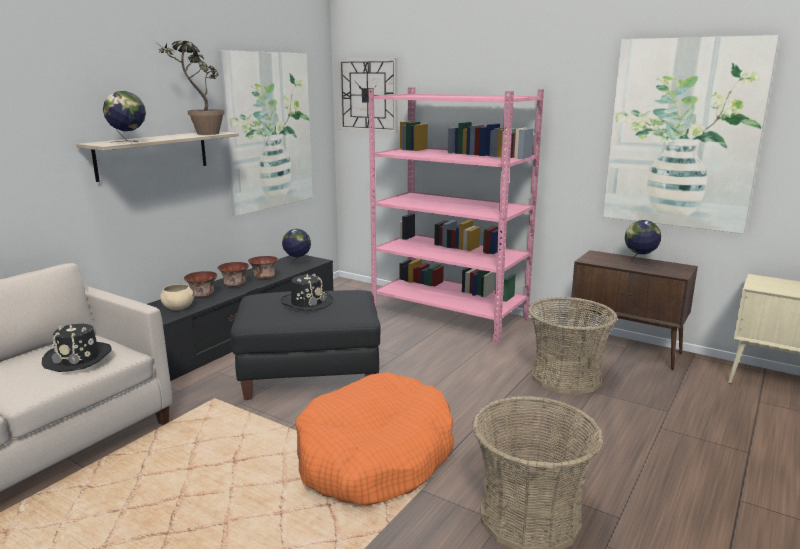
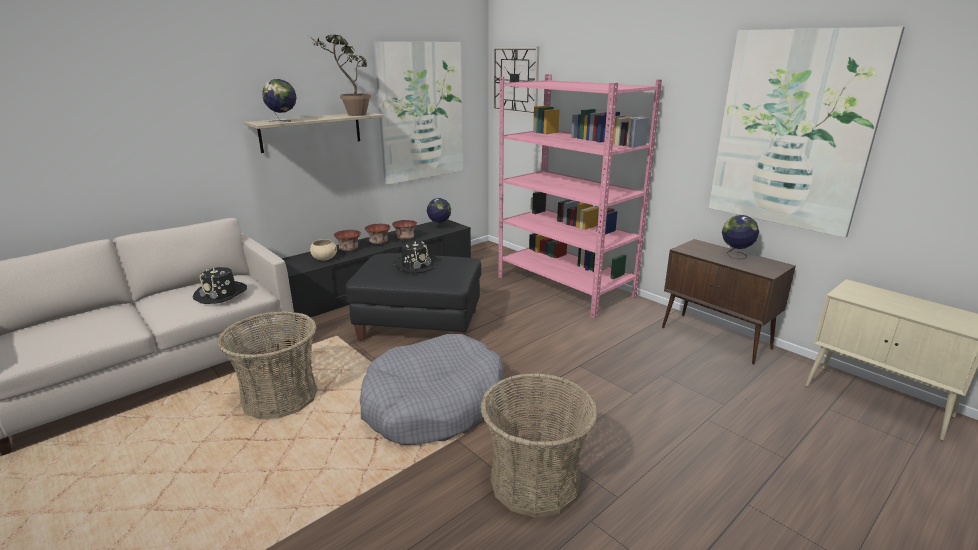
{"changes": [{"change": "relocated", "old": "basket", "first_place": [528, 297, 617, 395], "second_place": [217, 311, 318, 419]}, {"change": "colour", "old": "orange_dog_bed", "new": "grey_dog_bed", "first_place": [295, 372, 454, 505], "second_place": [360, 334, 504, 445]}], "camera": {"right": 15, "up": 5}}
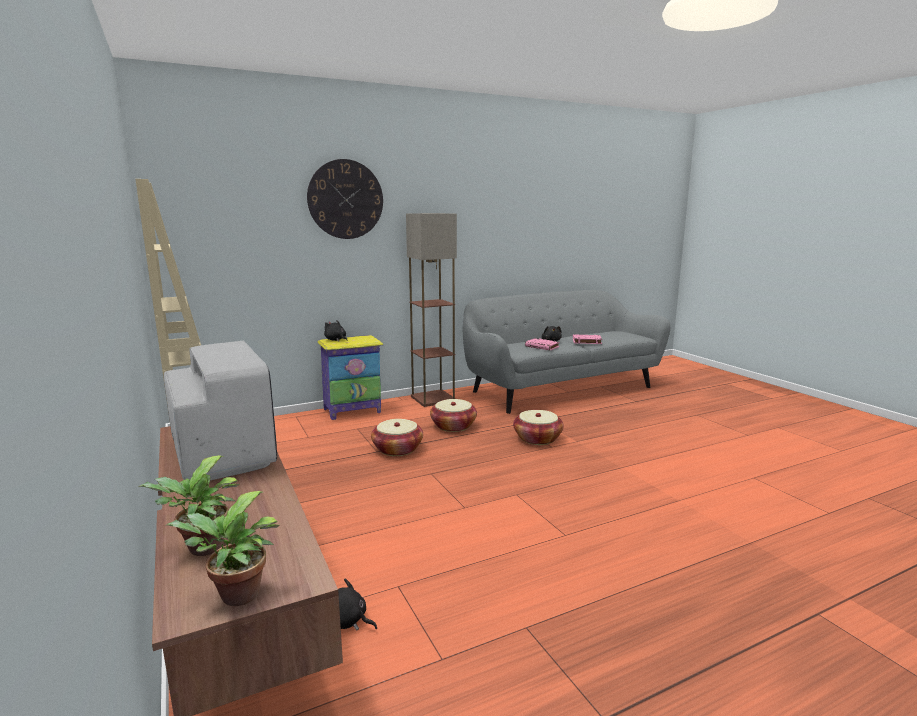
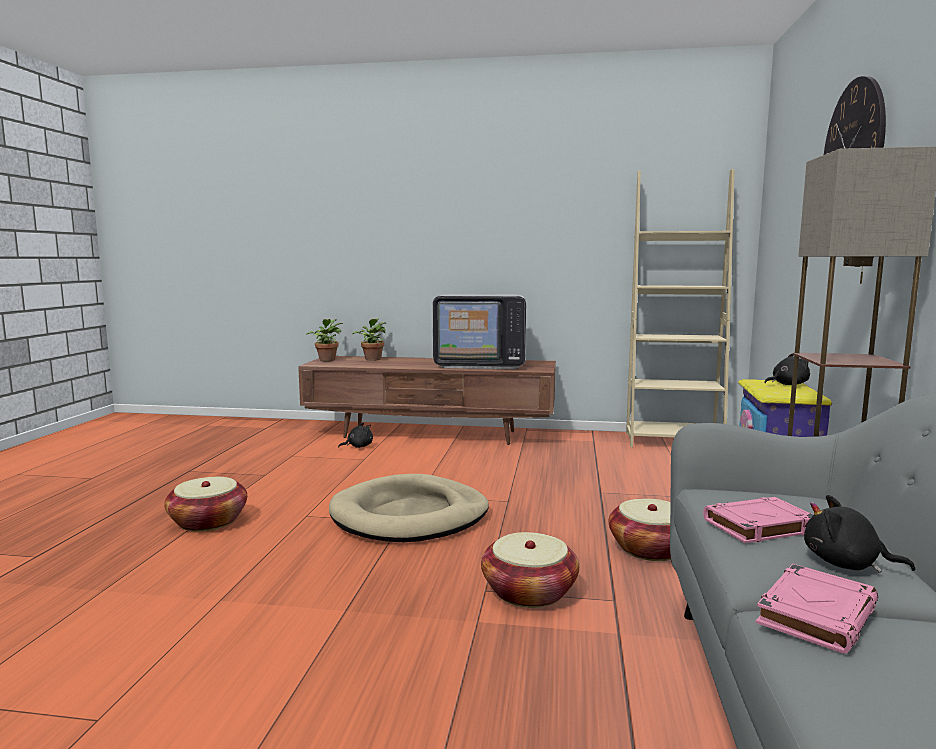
{"changes": [{"change": "relocated", "old": "basket", "first_place": [371, 419, 423, 456], "second_place": [164, 477, 247, 532]}, {"change": "appeared", "new": "beige_dog_bed", "second_place": [329, 474, 489, 542]}], "camera": {"right": 125, "up": -5}}
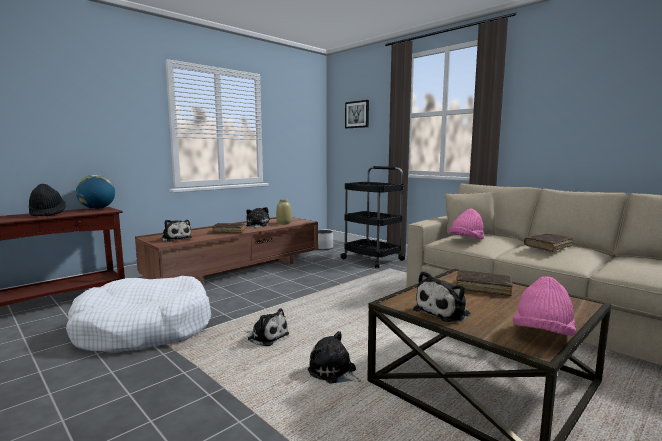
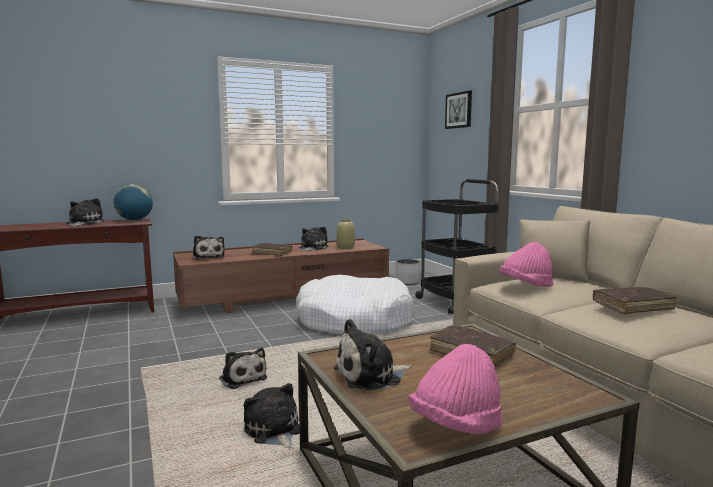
{"changes": [{"change": "exchanged", "old": "black_hat", "new": "plush_toy", "first_place": [29, 184, 65, 217], "second_place": [66, 198, 104, 226]}, {"change": "relocated", "old": "white_dog_bed", "first_place": [66, 276, 211, 353], "second_place": [296, 275, 414, 334]}], "camera": {"right": 20, "up": 0}}
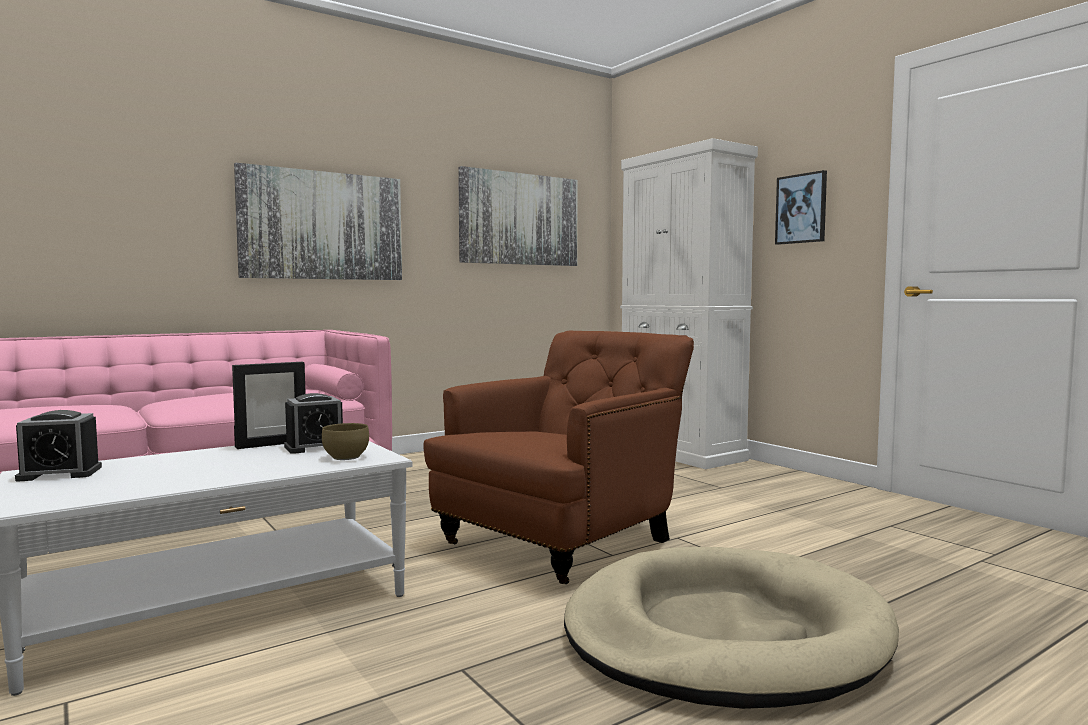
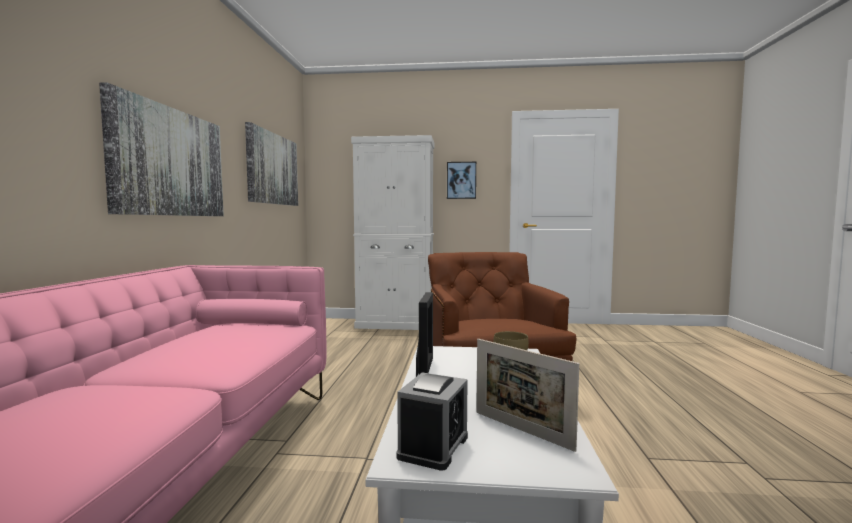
{"changes": [{"change": "appeared", "new": "picture_frame", "second_place": [476, 339, 579, 452]}, {"change": "missing", "old": "alarm_clock", "first_place": [284, 393, 343, 454]}, {"change": "missing", "old": "beige_dog_bed", "first_place": [564, 547, 899, 709]}], "camera": {"right": -50, "up": 0}}
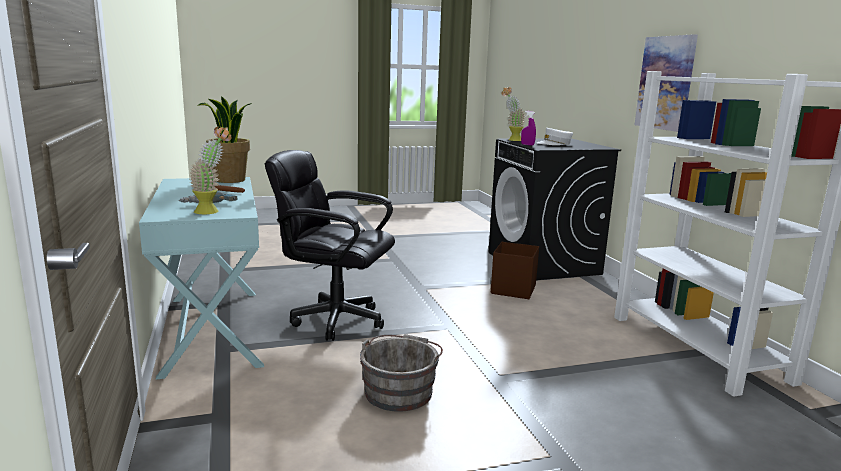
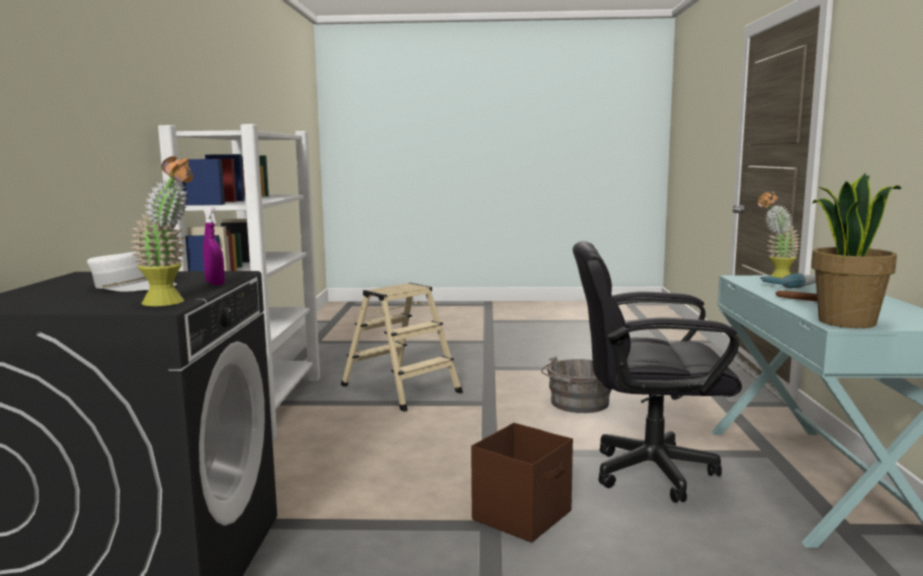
{"changes": [{"change": "appeared", "new": "beige_step_ladder", "second_place": [341, 283, 463, 412]}, {"change": "relocated", "old": "brown_storage_box", "first_place": [491, 242, 539, 299], "second_place": [471, 423, 573, 543]}, {"change": "spun", "old": "black_office_chair", "first_place": [265, 150, 395, 341], "second_place": [573, 241, 742, 503], "degrees": 150}, {"change": "missing", "old": "picture", "first_place": [635, 34, 698, 132]}], "camera": {"right": -160, "up": -5}}
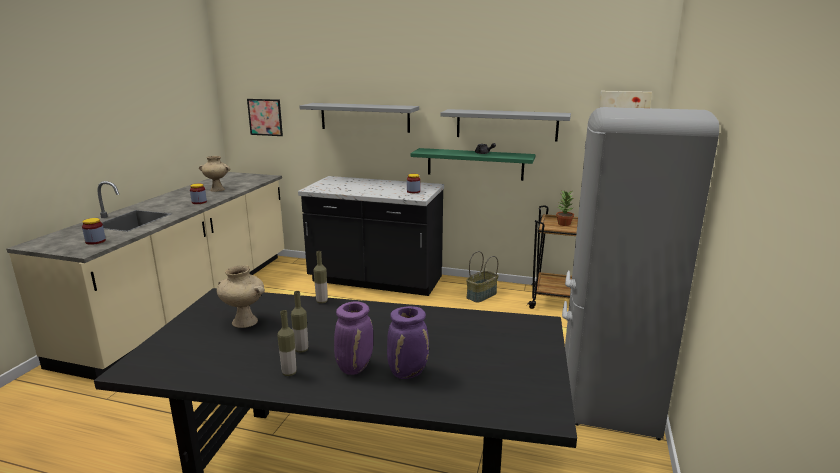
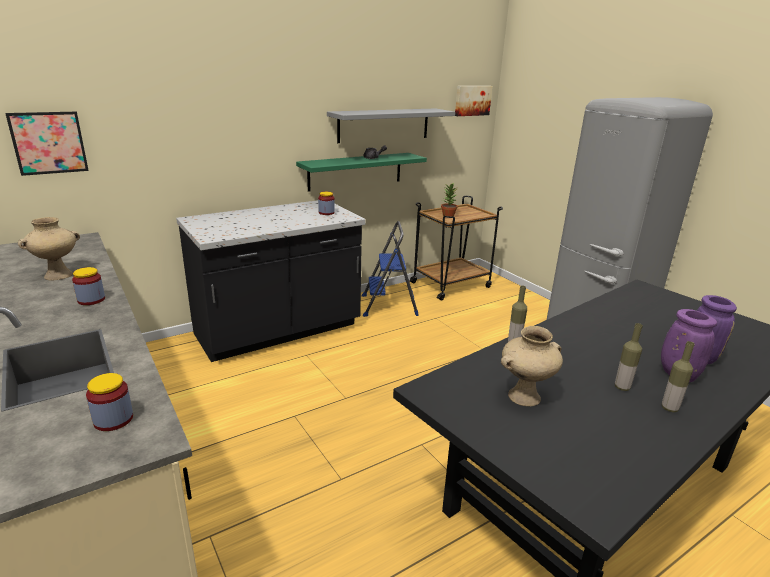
{"changes": [{"change": "exchanged", "old": "basket", "new": "blue_step_ladder", "first_place": [466, 251, 499, 303], "second_place": [361, 221, 418, 317]}, {"change": "missing", "old": "grey_shelf", "first_place": [299, 103, 419, 133]}], "camera": {"right": -50, "up": 5}}
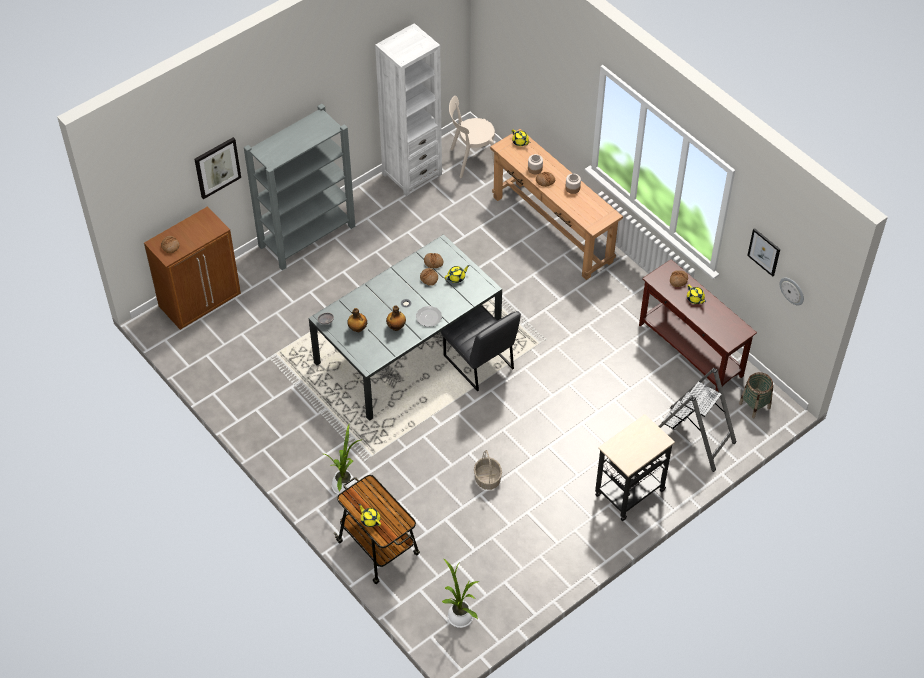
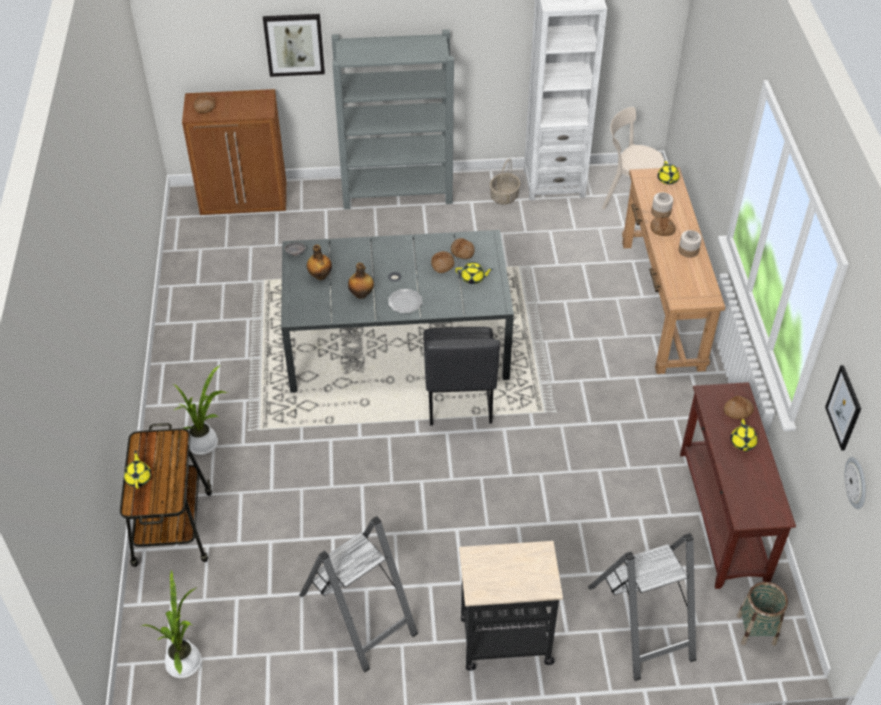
{"changes": [{"change": "appeared", "new": "grey_step_ladder", "second_place": [299, 516, 418, 672]}, {"change": "relocated", "old": "basket", "first_place": [474, 450, 502, 490], "second_place": [490, 159, 520, 205]}], "camera": {"right": 35, "up": -5}}
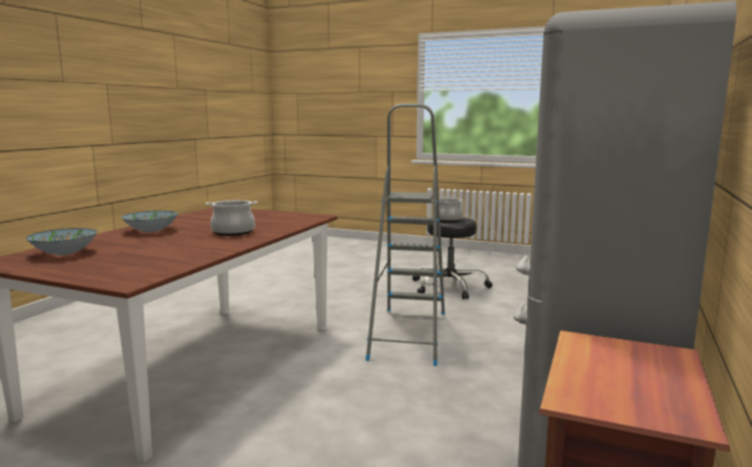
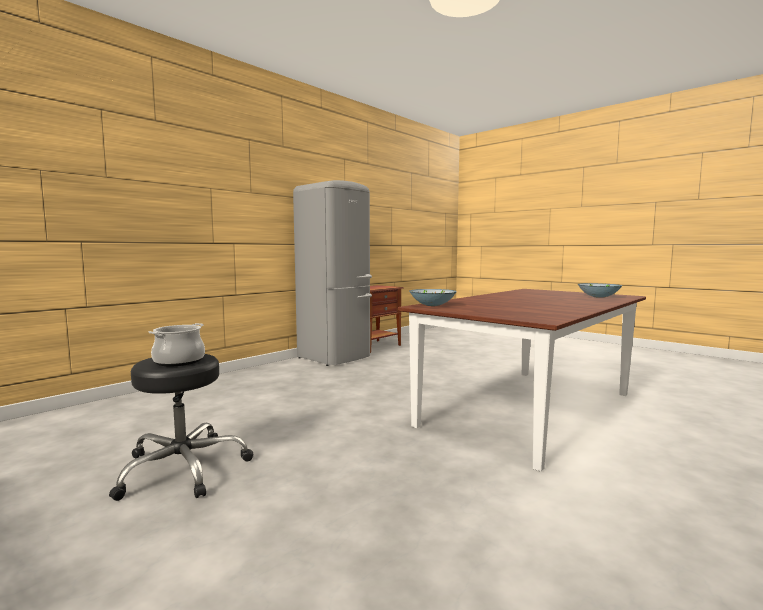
{"changes": [{"change": "relocated", "old": "bowl", "first_place": [121, 211, 178, 232], "second_place": [409, 289, 457, 306]}, {"change": "missing", "old": "cooking_pot", "first_place": [206, 200, 257, 236]}, {"change": "missing", "old": "grey_step_ladder", "first_place": [366, 104, 445, 366]}], "camera": {"right": -160, "up": -5}}
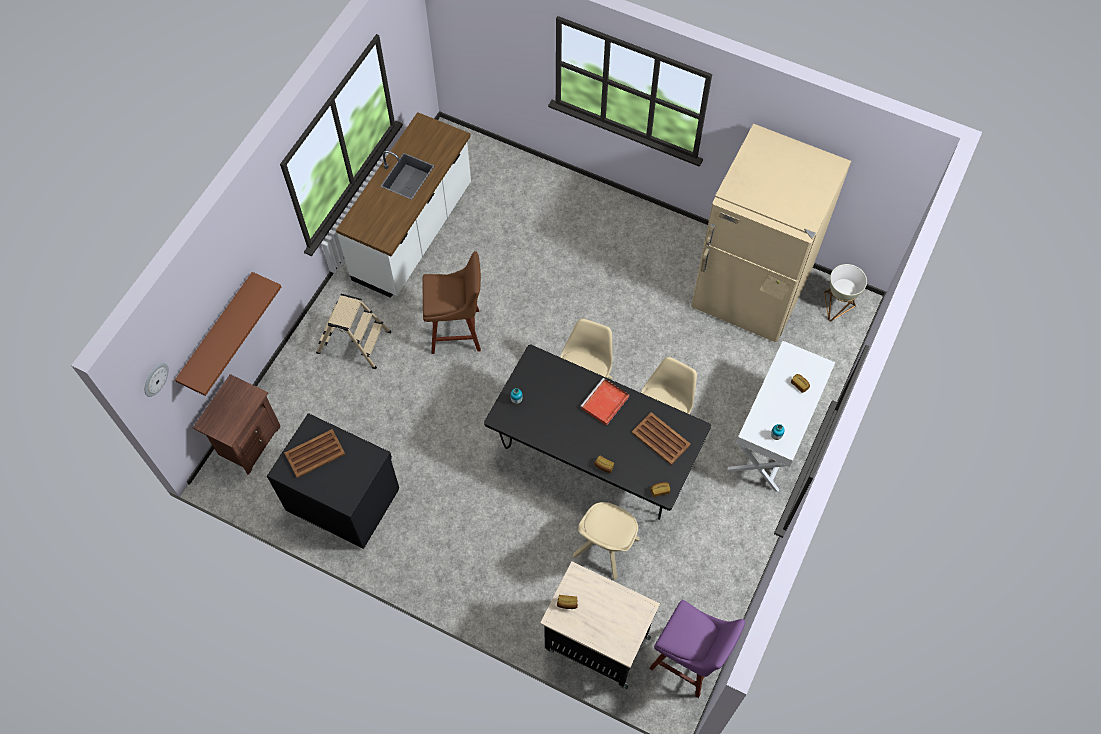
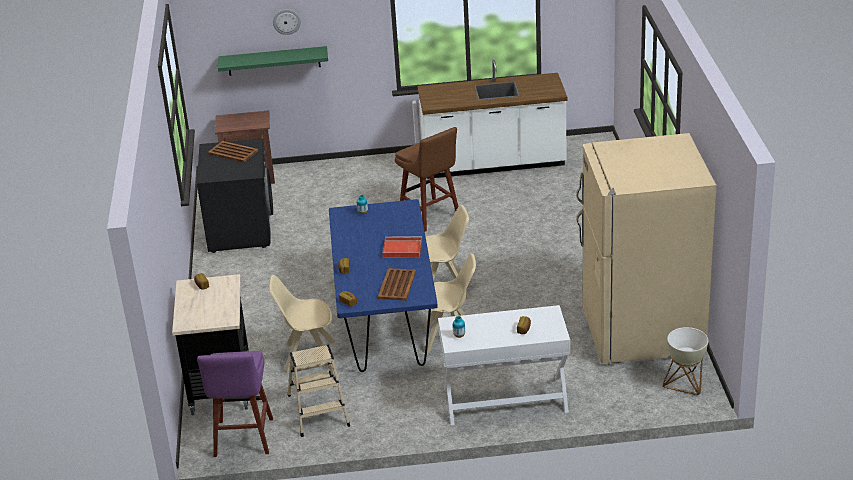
{"changes": [{"change": "colour", "old": "brown_shelf", "new": "green_shelf", "first_place": [175, 272, 281, 396], "second_place": [218, 46, 328, 76]}, {"change": "relocated", "old": "wall_clock", "first_place": [144, 363, 169, 397], "second_place": [273, 9, 301, 35]}, {"change": "relocated", "old": "beige_step_ladder", "first_place": [316, 294, 391, 369], "second_place": [287, 344, 350, 437]}, {"change": "colour", "old": "black_dining_table", "new": "blue_dining_table", "first_place": [484, 344, 711, 520], "second_place": [329, 199, 438, 372]}], "camera": {"right": 60, "up": -30}}
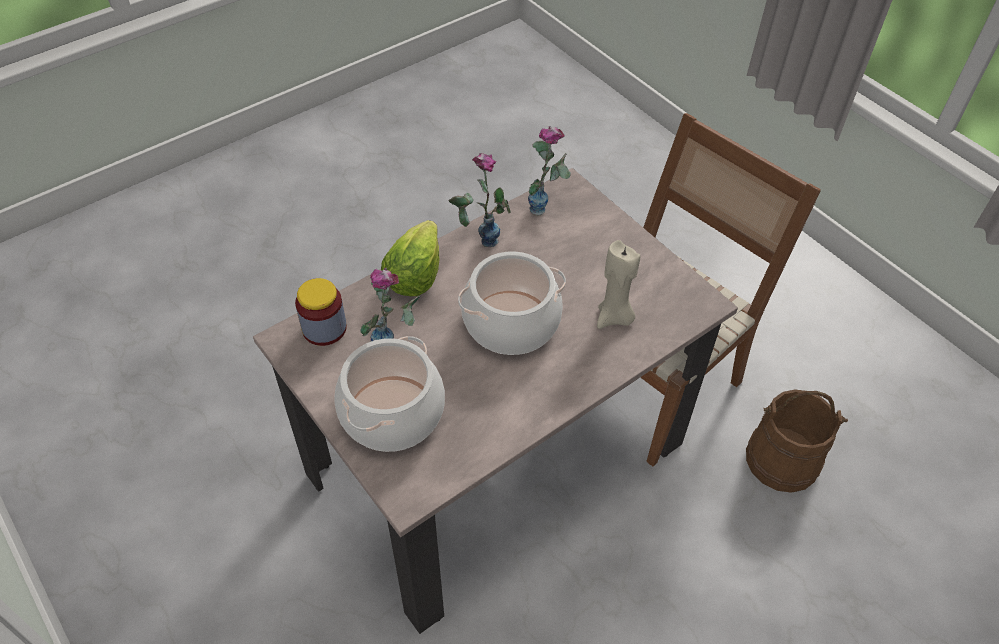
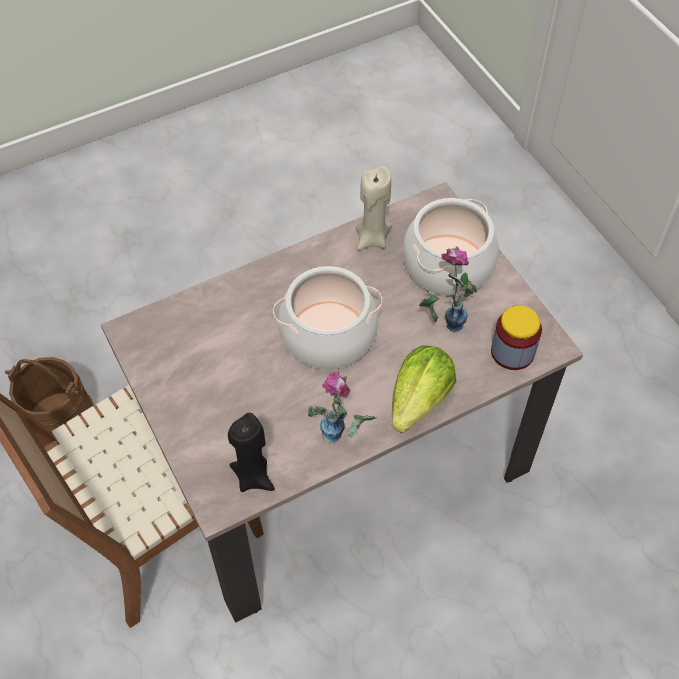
{"changes": [{"change": "exchanged", "old": "vase", "new": "black_candle", "first_place": [528, 126, 571, 215], "second_place": [228, 413, 275, 492]}, {"change": "relocated", "old": "beige_candle", "first_place": [597, 240, 640, 329], "second_place": [355, 166, 392, 250]}], "camera": {"right": -170, "up": 5}}
